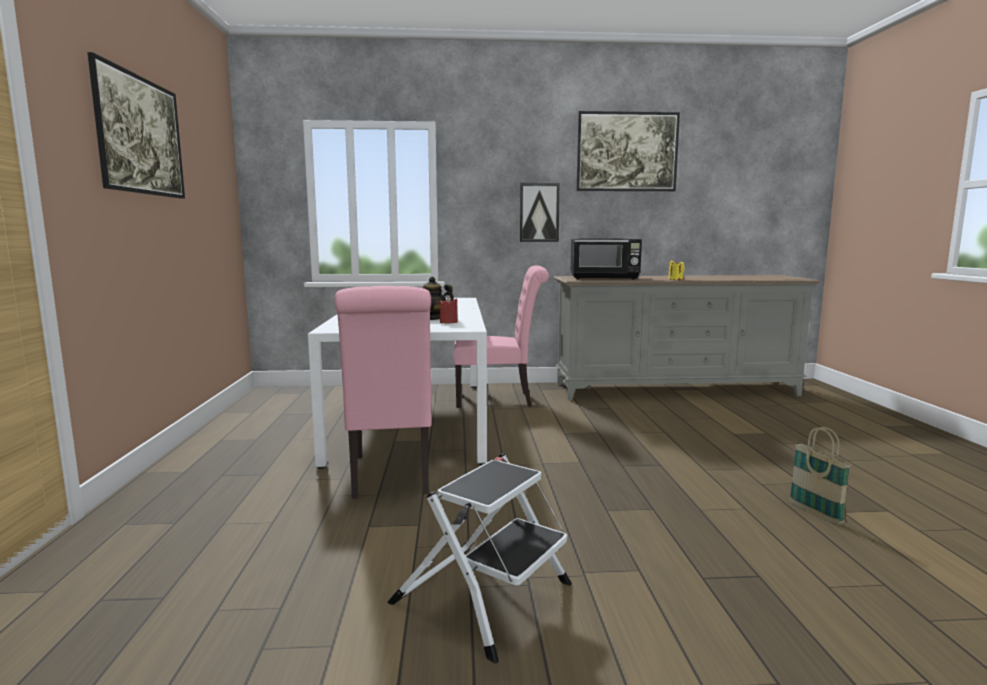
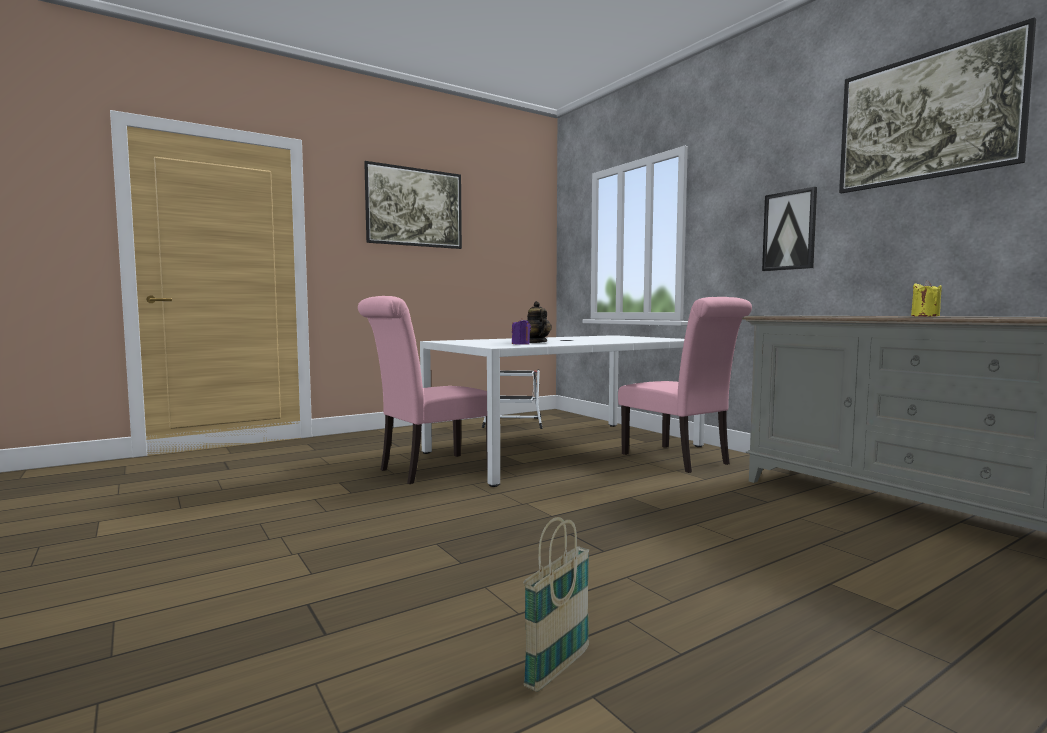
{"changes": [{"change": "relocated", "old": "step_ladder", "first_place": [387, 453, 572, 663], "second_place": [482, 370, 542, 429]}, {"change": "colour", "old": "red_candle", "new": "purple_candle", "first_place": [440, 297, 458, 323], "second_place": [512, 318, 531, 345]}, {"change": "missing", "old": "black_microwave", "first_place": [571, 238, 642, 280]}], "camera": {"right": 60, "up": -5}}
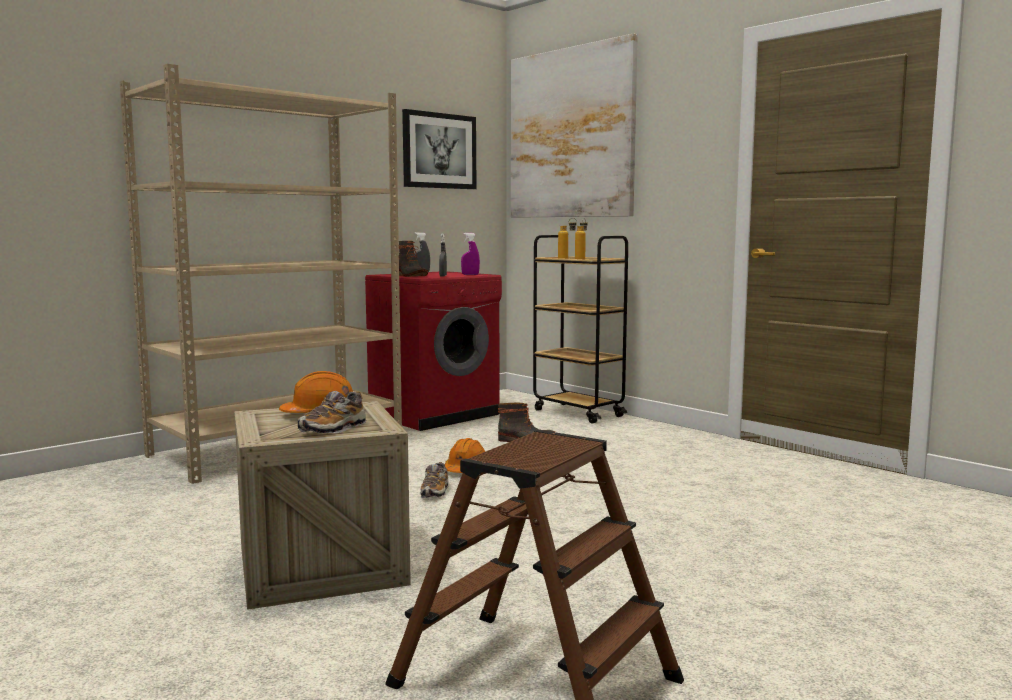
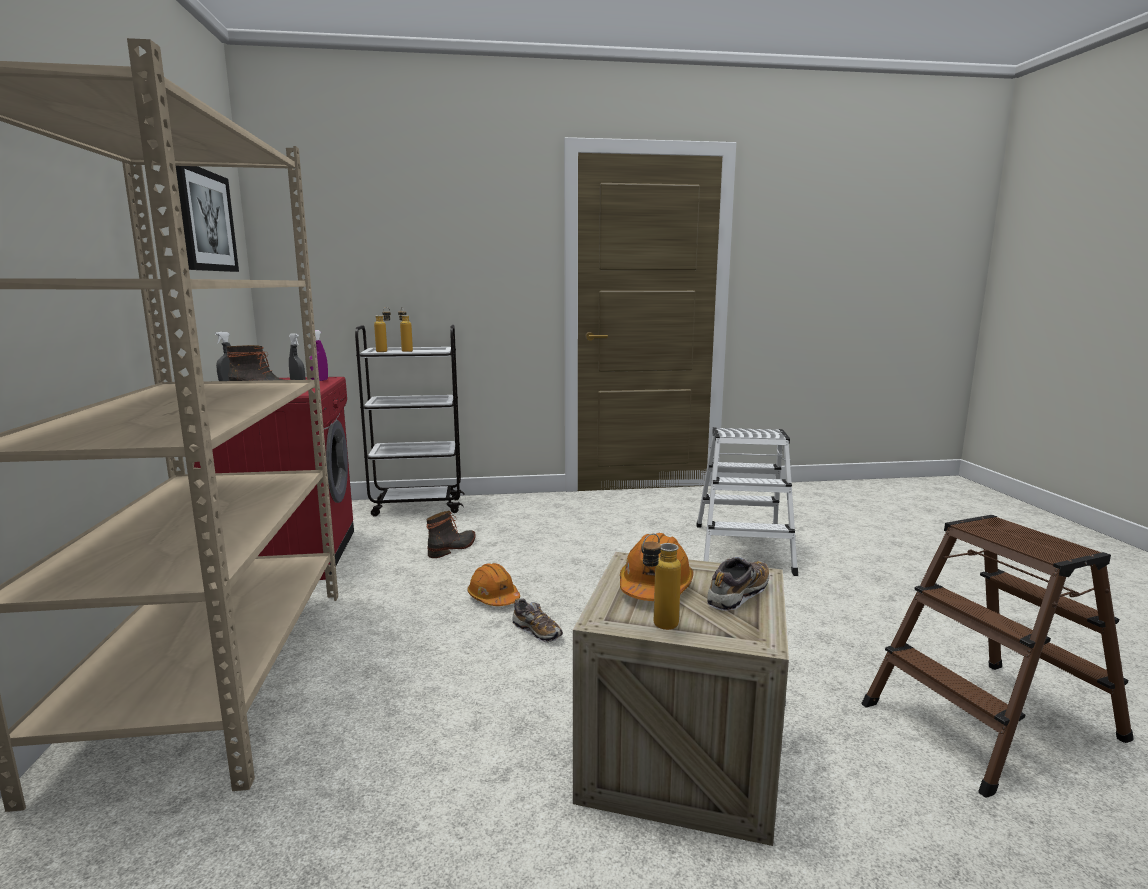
{"changes": [{"change": "colour", "old": "brown_cart", "new": "white_cart", "first_place": [533, 235, 628, 424], "second_place": [355, 325, 465, 516]}, {"change": "appeared", "new": "bottle", "second_place": [641, 533, 681, 630]}, {"change": "appeared", "new": "white_step_ladder", "second_place": [696, 427, 798, 576]}, {"change": "spun", "old": "shoe", "first_place": [298, 391, 366, 434], "second_place": [707, 557, 769, 611], "degrees": -120}, {"change": "missing", "old": "picture", "first_place": [511, 33, 638, 218]}], "camera": {"right": -55, "up": 5}}
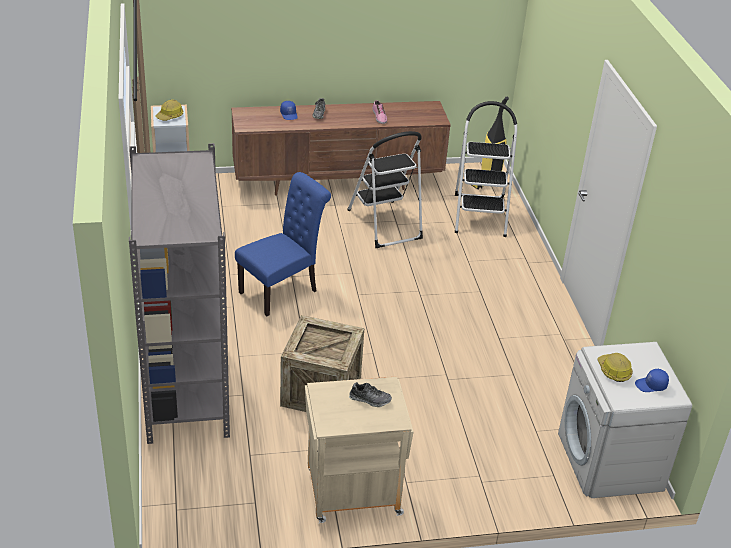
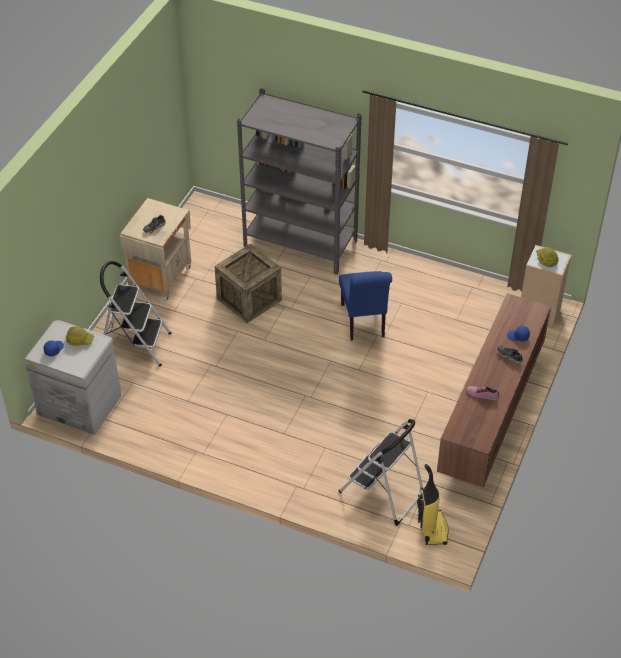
{"changes": [{"change": "relocated", "old": "step_ladder", "first_place": [347, 131, 423, 248], "second_place": [100, 261, 172, 366]}], "camera": {"right": 125, "up": 10}}
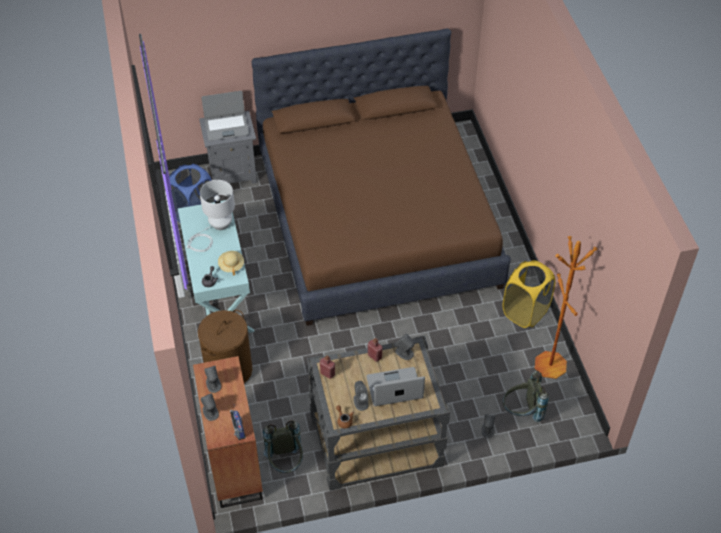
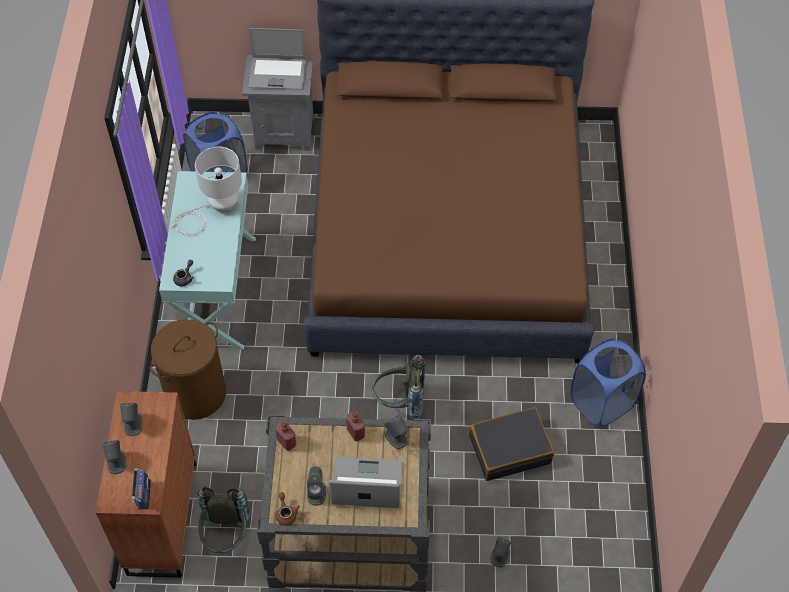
{"changes": [{"change": "relocated", "old": "grey_backpack", "first_place": [503, 371, 549, 422], "second_place": [372, 355, 426, 419]}, {"change": "appeared", "new": "black_suitcase", "second_place": [469, 407, 554, 481]}, {"change": "colour", "old": "yellow_laundry_basket", "new": "blue_laundry_basket", "first_place": [503, 260, 556, 328], "second_place": [571, 339, 646, 427]}, {"change": "missing", "old": "beige_hat", "first_place": [218, 251, 244, 276]}, {"change": "missing", "old": "orange_clothes_rack", "first_place": [535, 236, 597, 379]}], "camera": {"right": 15, "up": 5}}
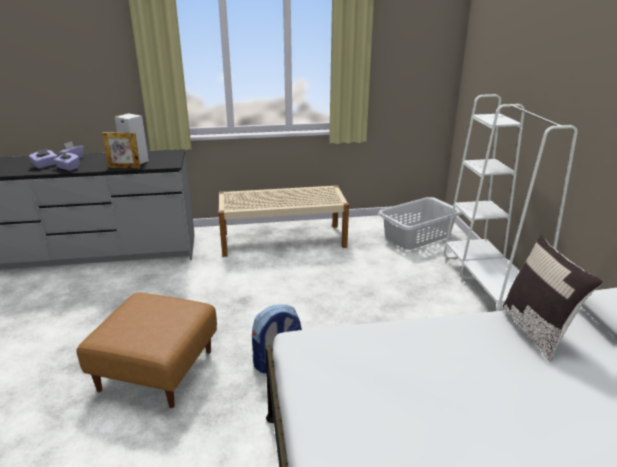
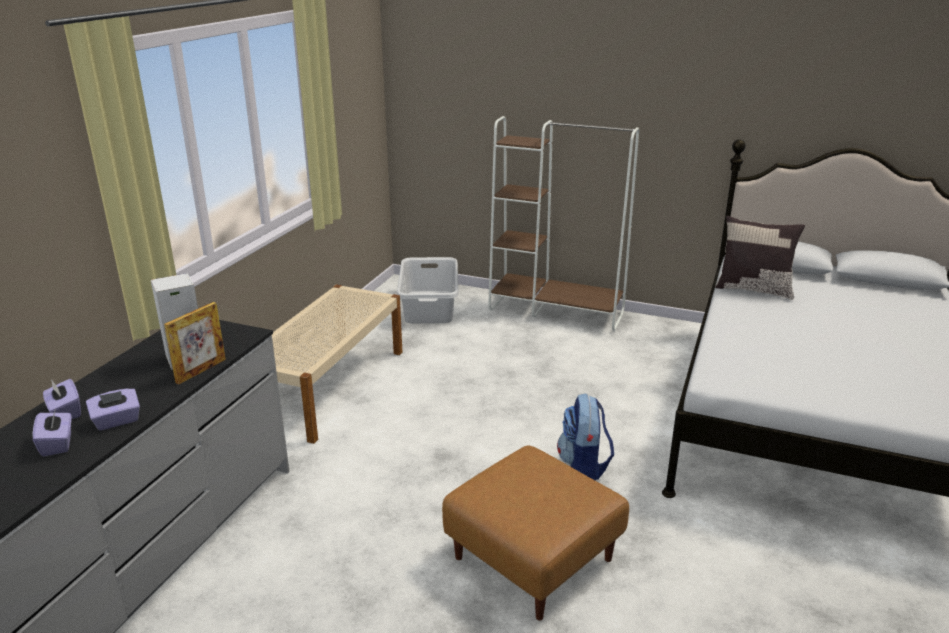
{"changes": [{"change": "colour", "old": "white_clothes_rack", "new": "brown_clothes_rack", "first_place": [444, 94, 577, 311], "second_place": [488, 116, 639, 331]}], "camera": {"right": -60, "up": 0}}
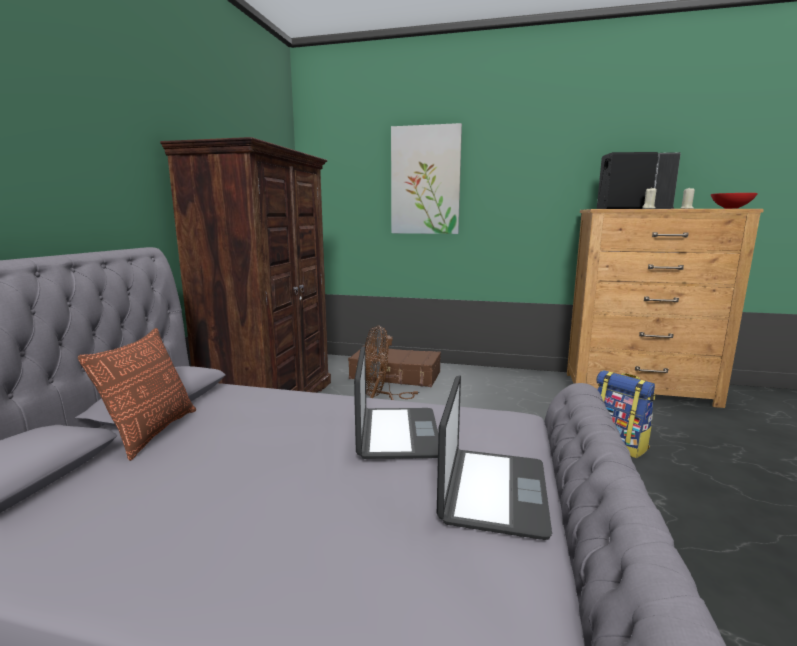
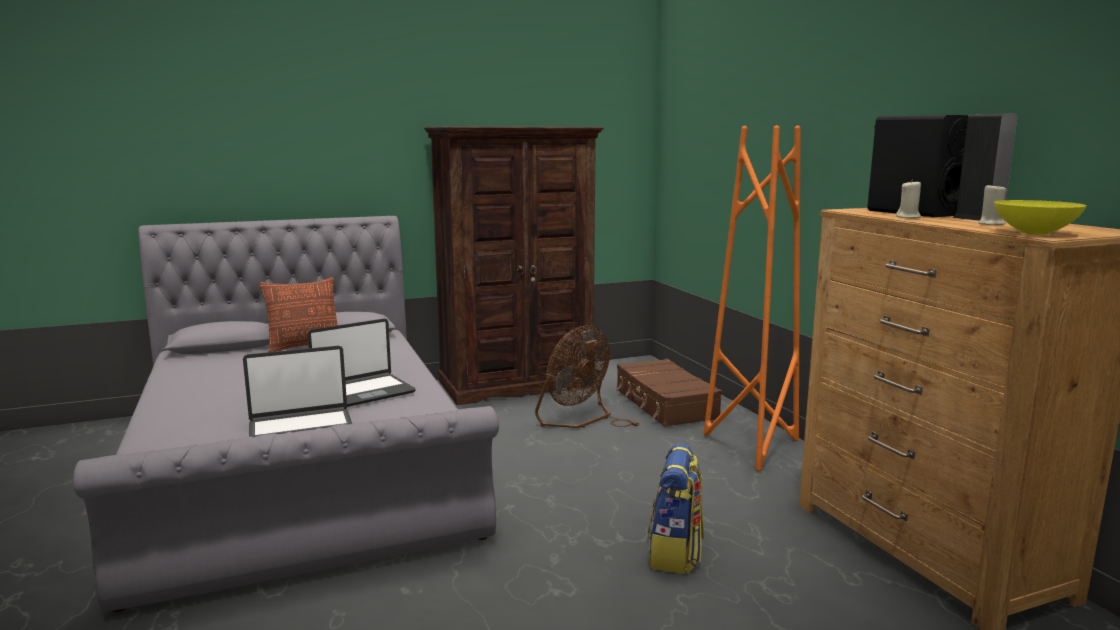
{"changes": [{"change": "appeared", "new": "orange_clothes_rack", "second_place": [703, 125, 801, 472]}, {"change": "colour", "old": "red_bowl", "new": "yellow_bowl", "first_place": [711, 193, 758, 209], "second_place": [994, 200, 1087, 235]}, {"change": "missing", "old": "picture", "first_place": [391, 123, 462, 234]}], "camera": {"right": 55, "up": 0}}
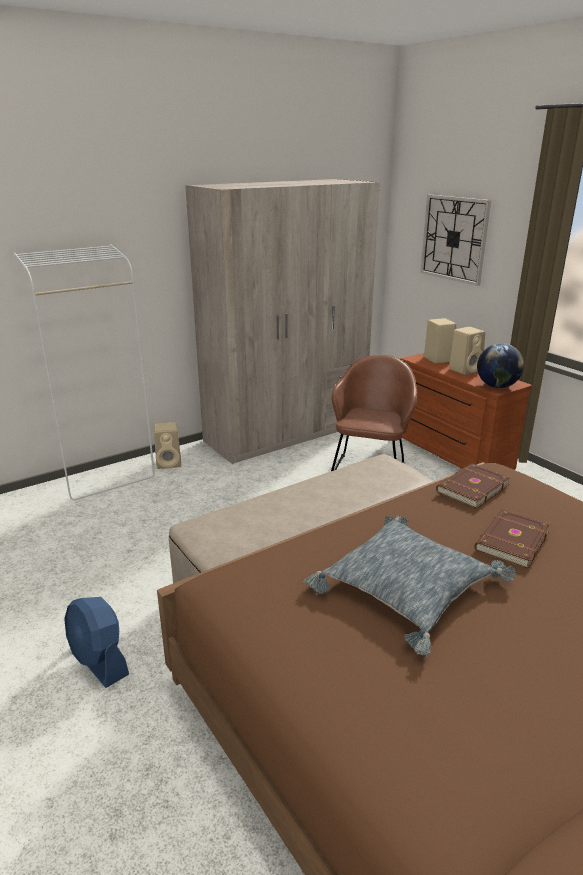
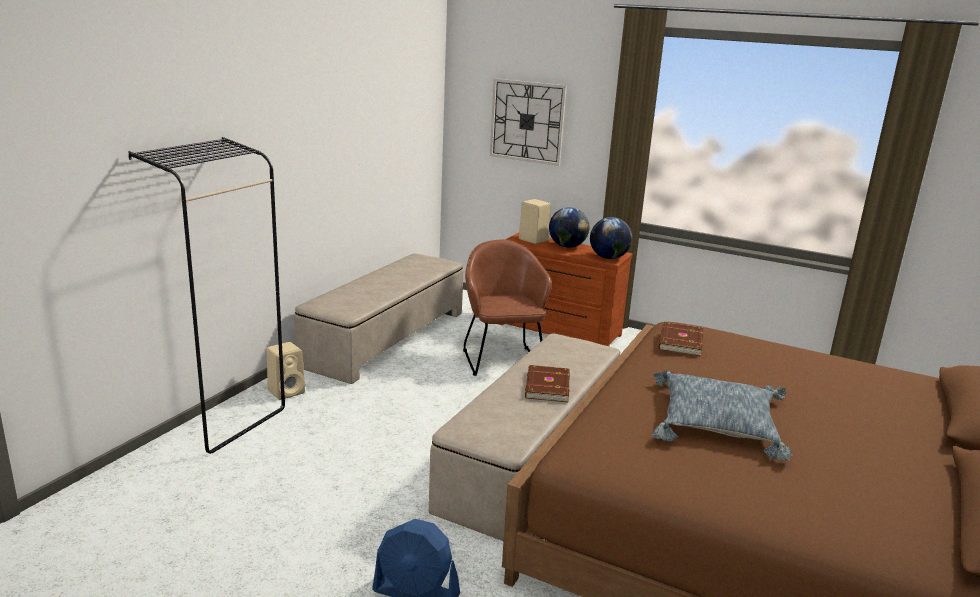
{"changes": [{"change": "colour", "old": "white_clothes_rack", "new": "black_clothes_rack", "first_place": [14, 244, 155, 500], "second_place": [128, 137, 285, 454]}, {"change": "exchanged", "old": "beige_wardrobe", "new": "beige_bench", "first_place": [185, 179, 380, 464], "second_place": [294, 253, 463, 384]}, {"change": "relocated", "old": "brown_book", "first_place": [475, 509, 551, 569], "second_place": [525, 365, 570, 402]}, {"change": "exchanged", "old": "beige_speaker", "new": "globe", "first_place": [449, 327, 485, 375], "second_place": [549, 207, 589, 248]}], "camera": {"right": -30, "up": -5}}
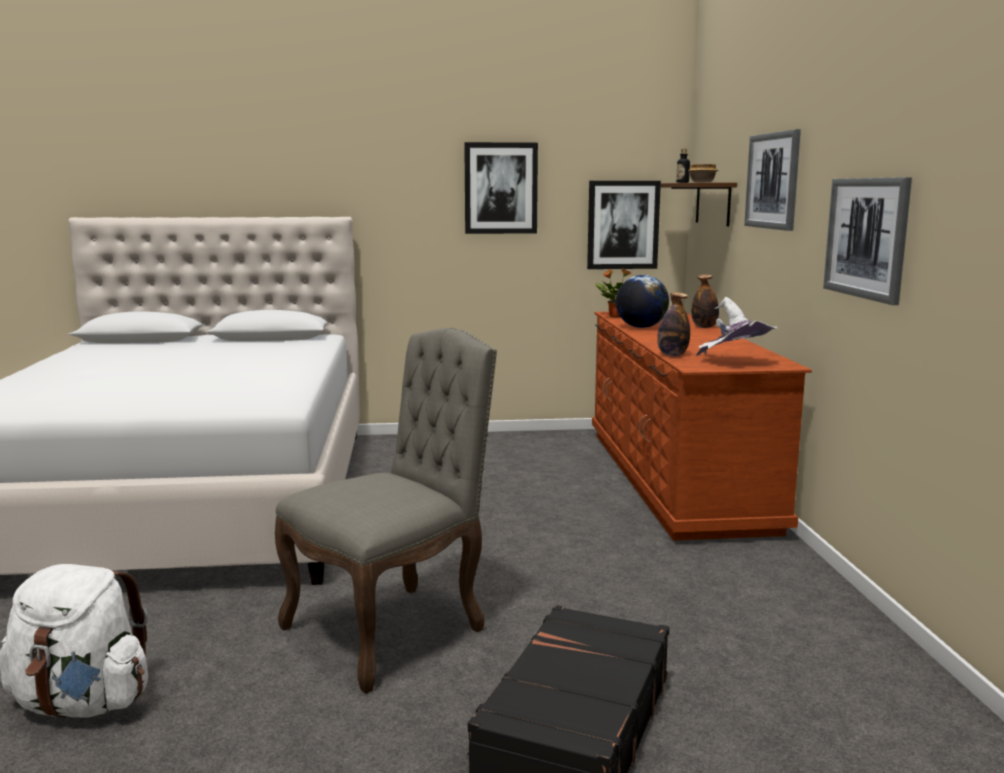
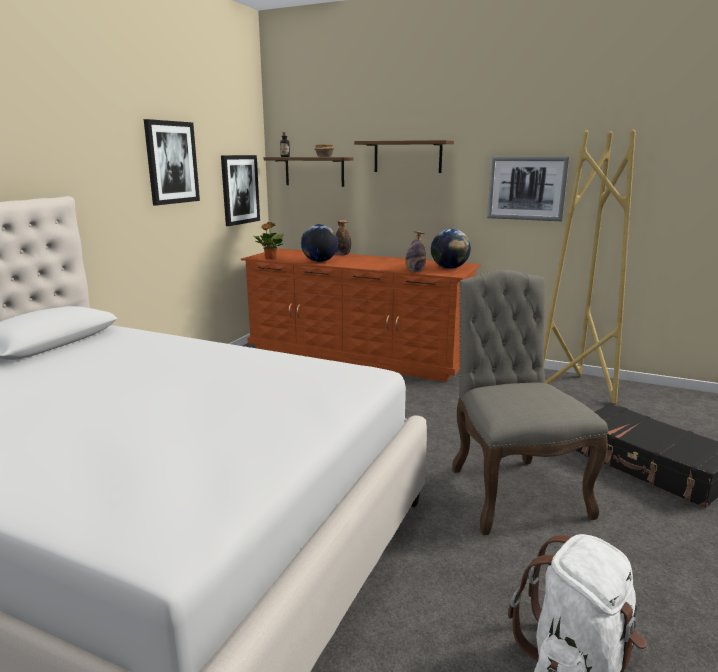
{"changes": [{"change": "exchanged", "old": "picture", "new": "brown_shelf", "first_place": [744, 129, 801, 231], "second_place": [354, 140, 454, 173]}, {"change": "exchanged", "old": "white_hat", "new": "globe", "first_place": [696, 297, 777, 356], "second_place": [431, 229, 471, 269]}, {"change": "appeared", "new": "yellow_clothes_rack", "second_place": [544, 130, 636, 404]}], "camera": {"right": -60, "up": 5}}
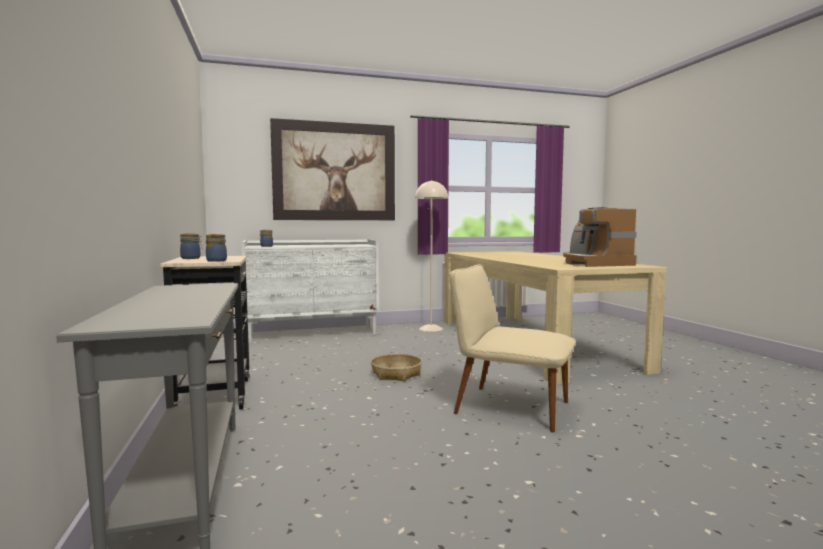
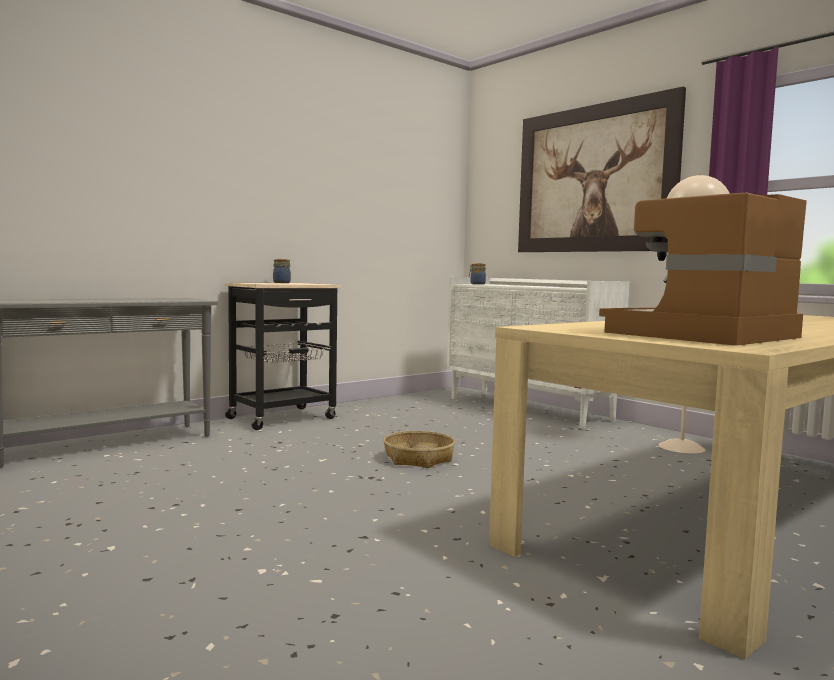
{"changes": [{"change": "missing", "old": "jar", "first_place": [206, 234, 227, 262]}, {"change": "missing", "old": "beige_chair", "first_place": [450, 264, 576, 432]}], "camera": {"right": 65, "up": 0}}
